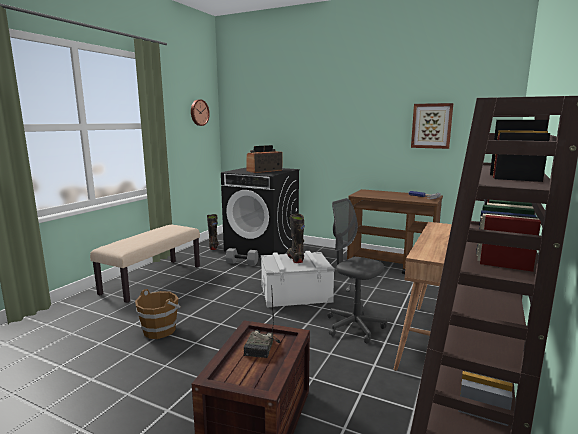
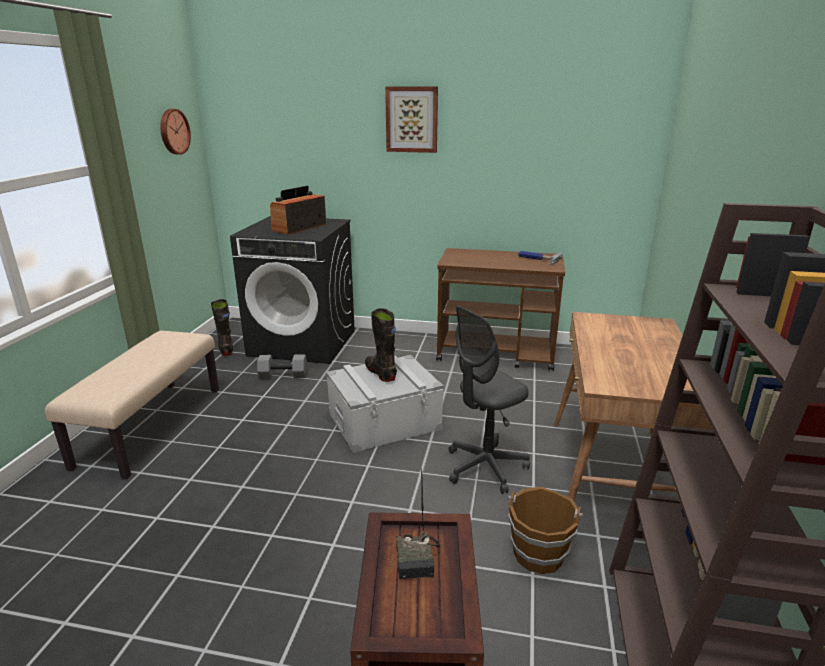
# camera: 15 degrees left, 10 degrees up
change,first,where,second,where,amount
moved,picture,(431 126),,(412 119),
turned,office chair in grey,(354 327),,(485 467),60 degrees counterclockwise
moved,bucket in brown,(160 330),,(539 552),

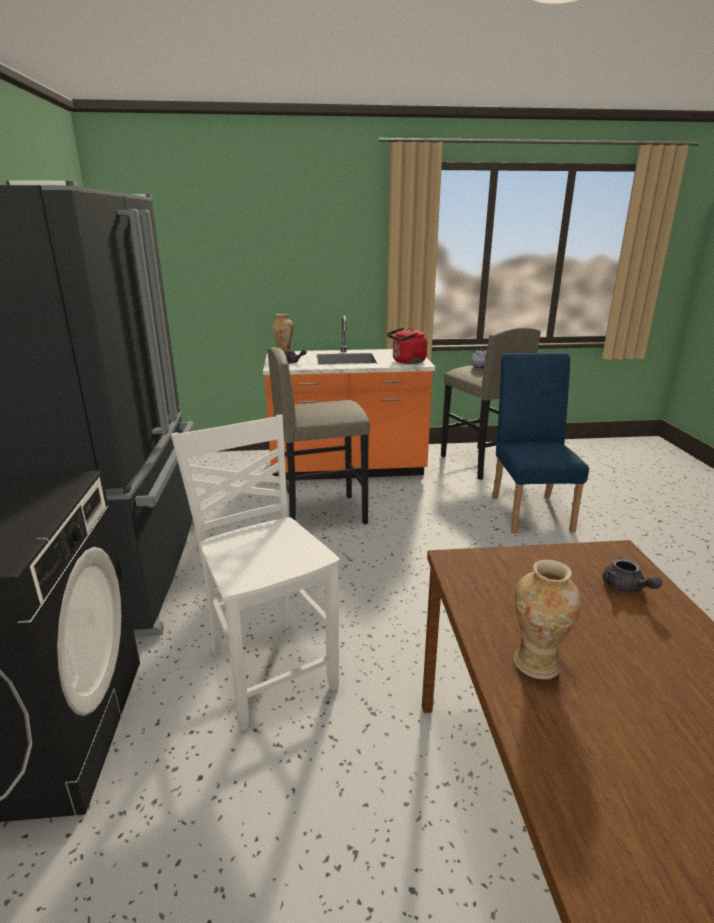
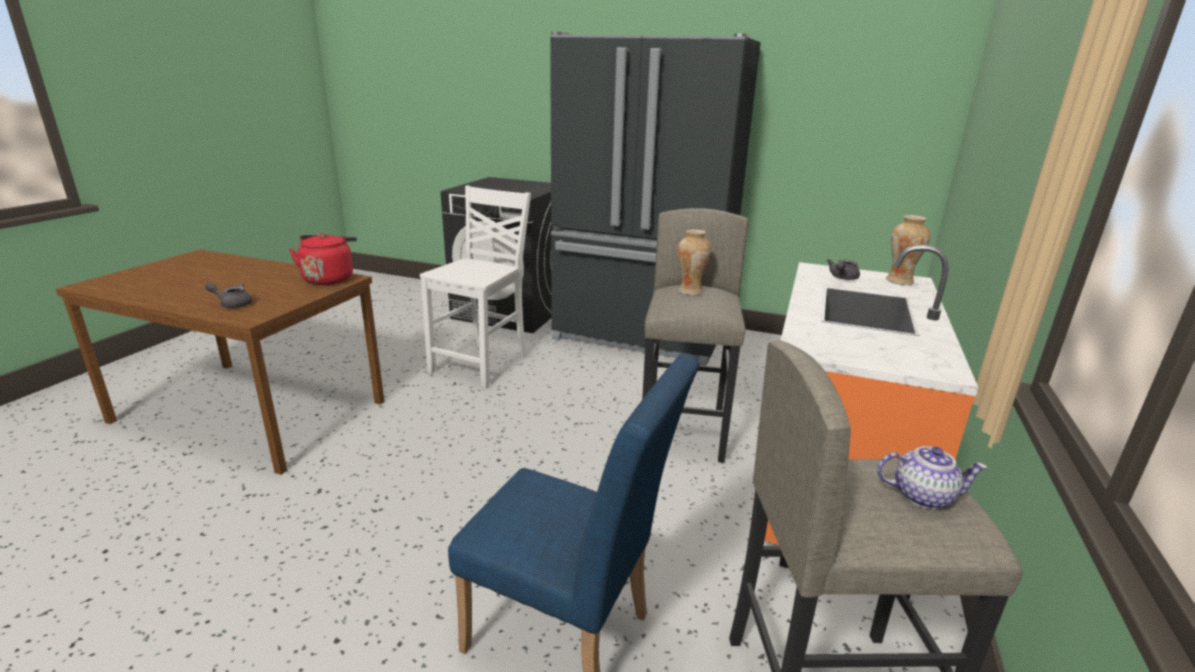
# camera: 115 degrees right, 0 degrees up
change,first,where,second,where,amount
moved,kettle in red,(407 362),,(329 279),
turned,chair in white,(270 668),,(482 364),60 degrees counterclockwise
moved,vase,(536 663),,(690 291),

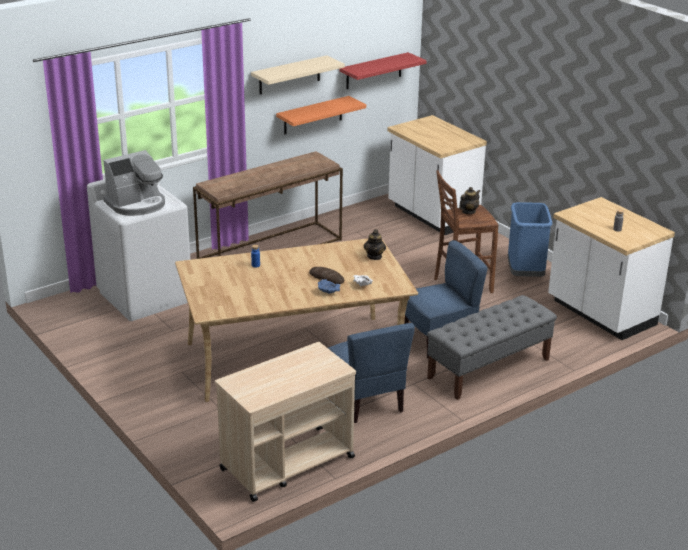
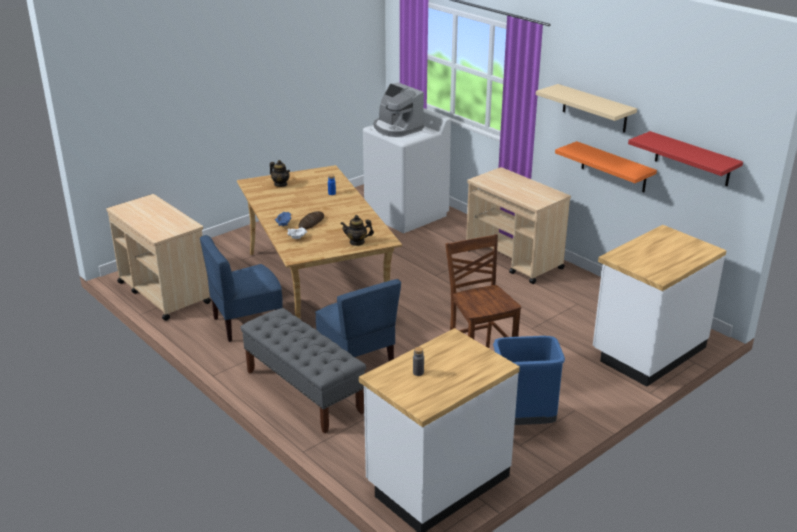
# camera: 85 degrees right, 0 degrees up
change,first,where,second,where,amount
moved,teapot,(468 212),,(280 184),
replaced,console table in brown,(270 249),cart in beige,(514 260),

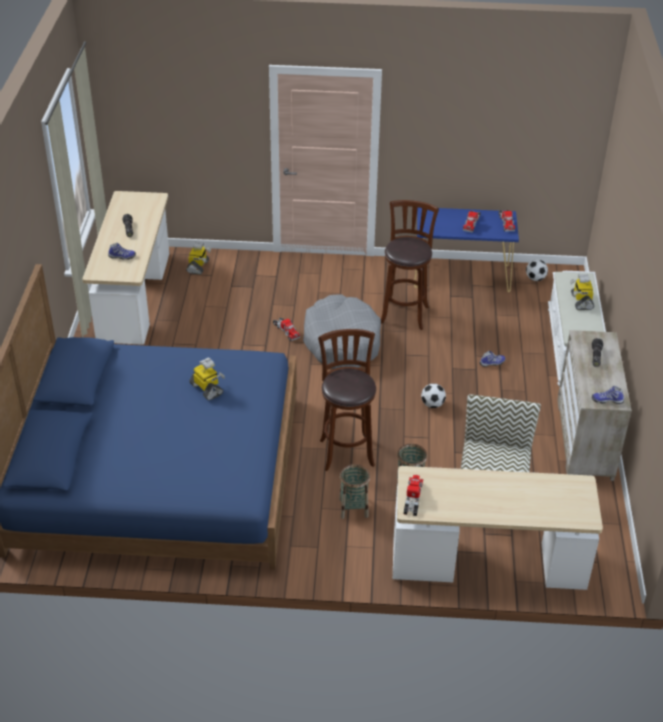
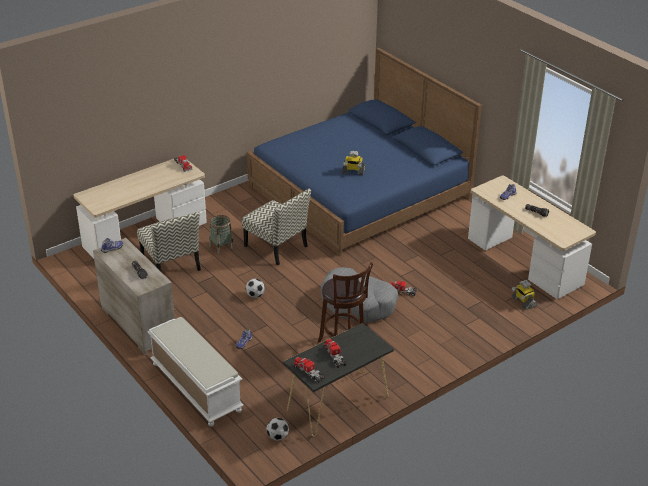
# camera: 140 degrees right, 5 degrees down
change,first,where,second,where,amount
replaced,stool in brown,(346 450),chair,(277 246),
recoloured,console table in blue,(462 276),console table in black,(337 403),
removed,basket,(353 508),,,
removed,toy robot,(581 301),,,

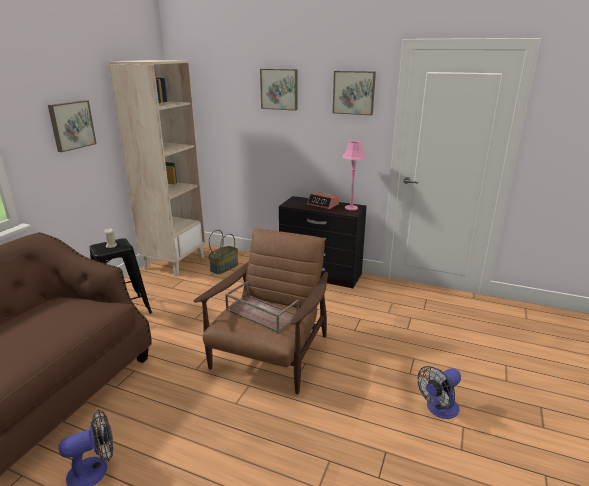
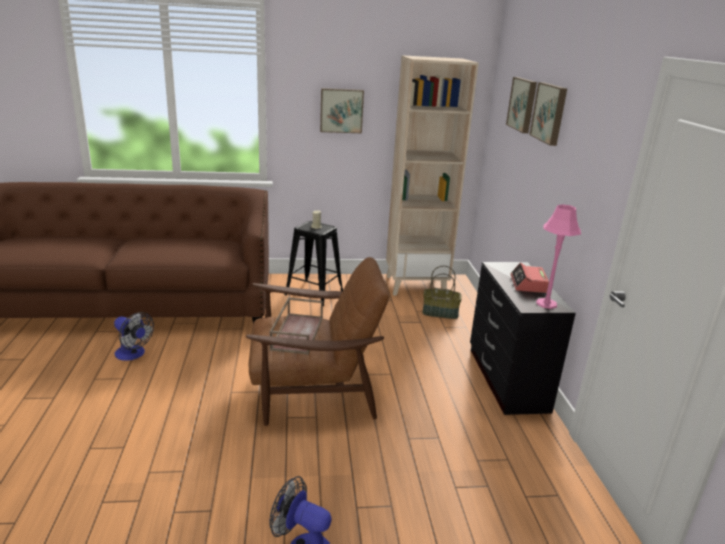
# camera: 60 degrees right, 0 degrees up
change,first,where,second,where,amount
moved,picture,(354 92),,(523 104),

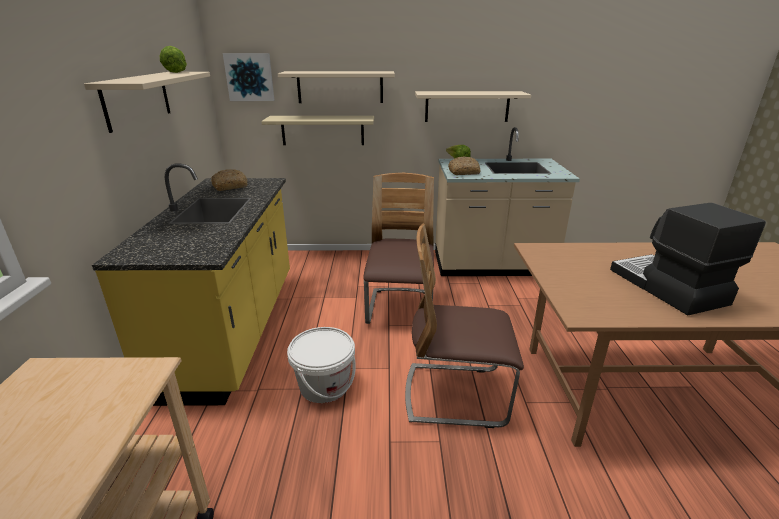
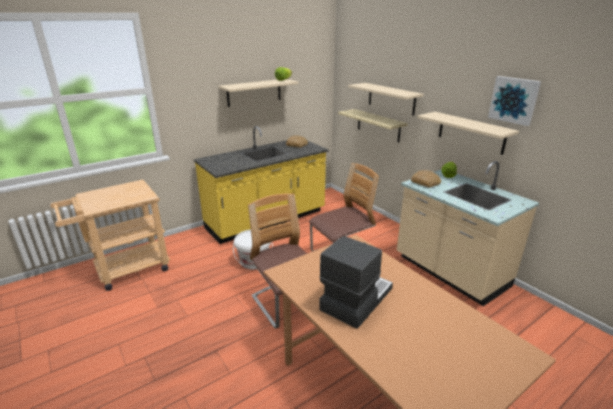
# camera: 55 degrees right, 0 degrees up
change,first,where,second,where,amount
moved,picture,(250 77),,(514 100),

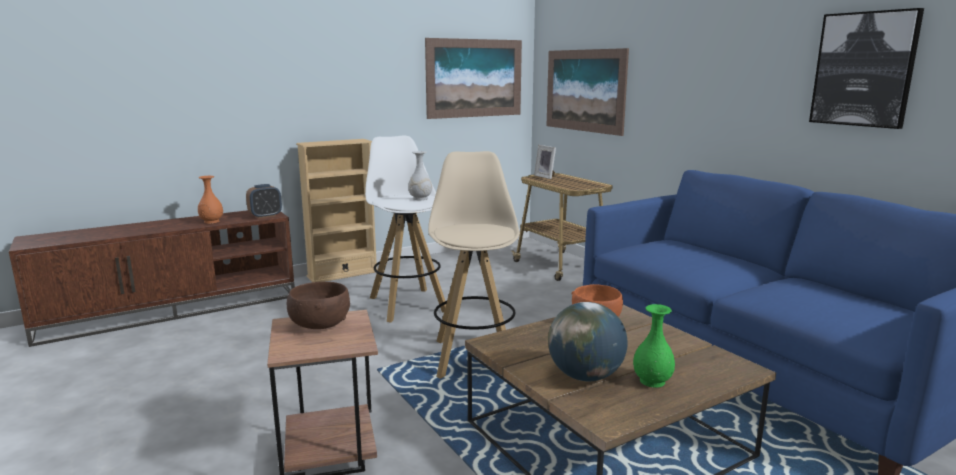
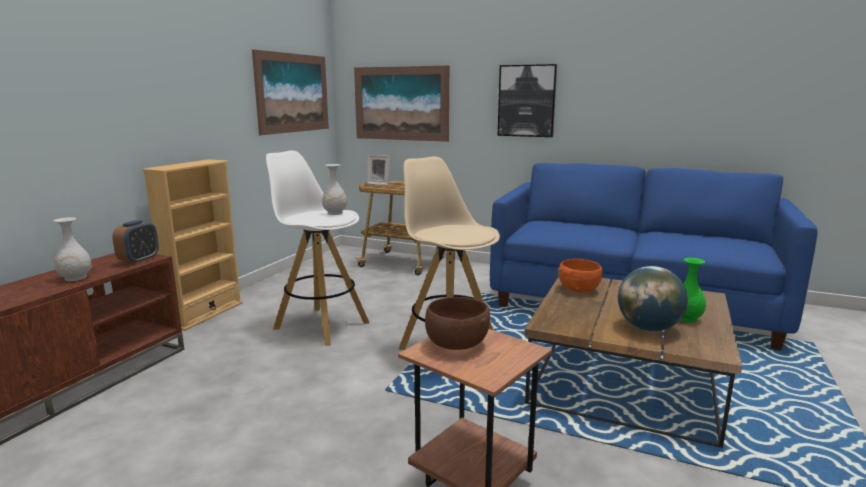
# camera: 35 degrees left, 0 degrees up
change,first,where,second,where,amount
recoloured,vase in orange,(211 221),vase in white,(75 278),
moved,picture,(864 69),,(527 101),

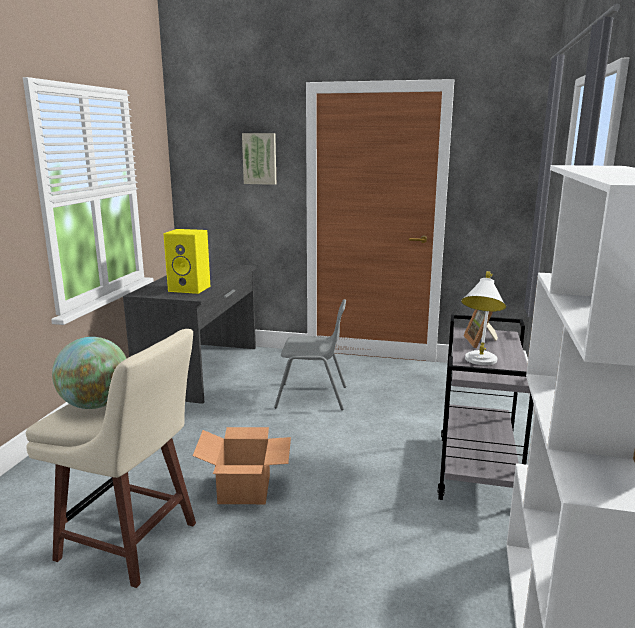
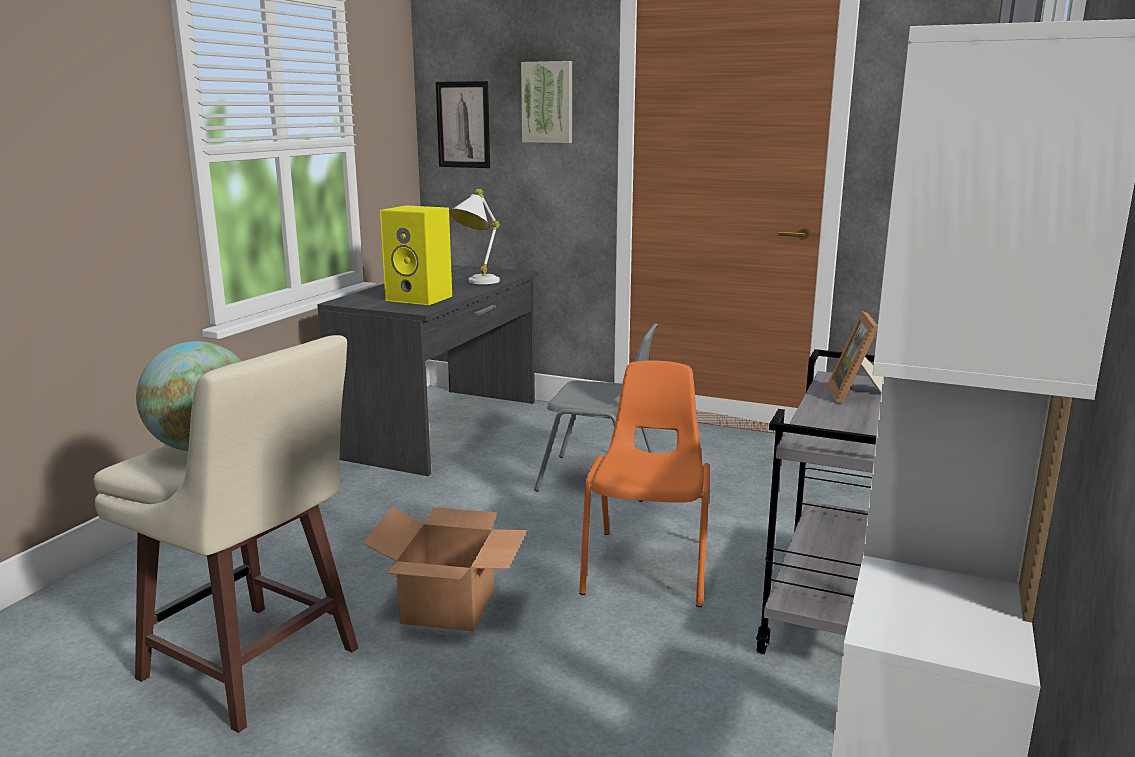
# camera: 10 degrees right, 0 degrees up
change,first,where,second,where,amount
added,,,picture,(463 125),
moved,table lamp in white,(478 363),,(476 283),
added,,,chair in orange,(648 566),

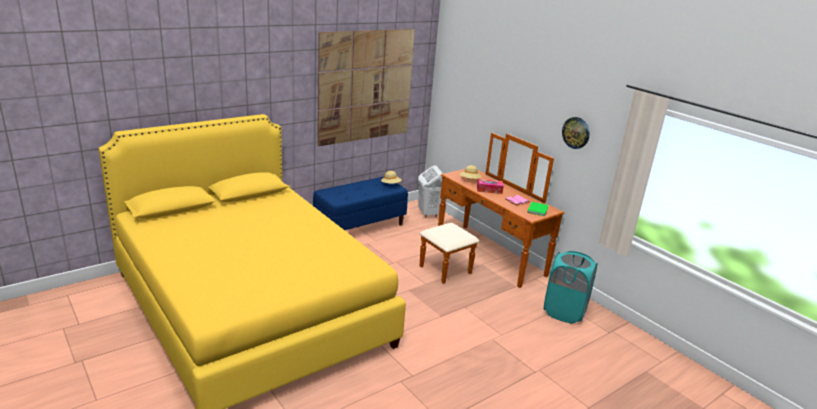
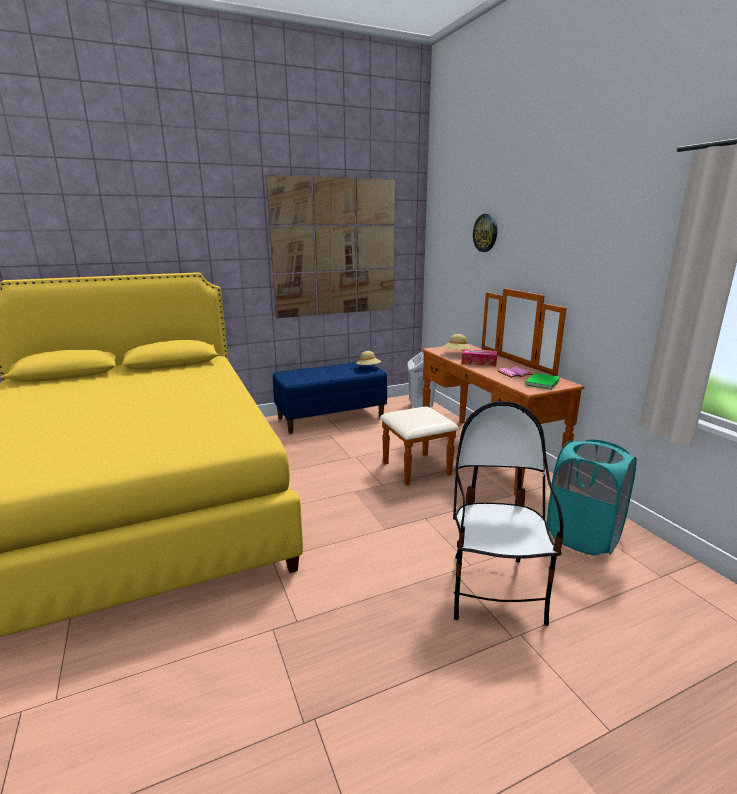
# camera: 15 degrees right, 5 degrees down
change,first,where,second,where,amount
added,,,chair,(494 590),
moved,wall clock,(576 132),,(485 233),

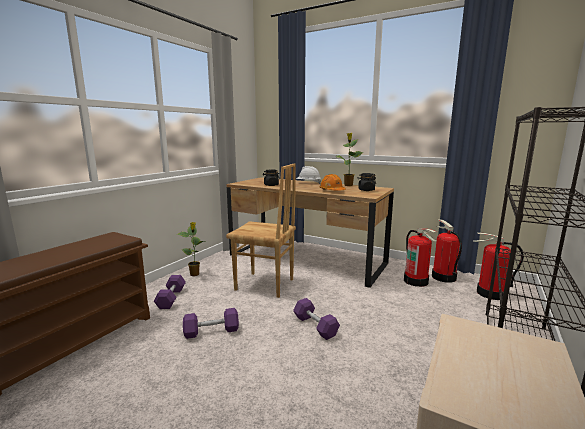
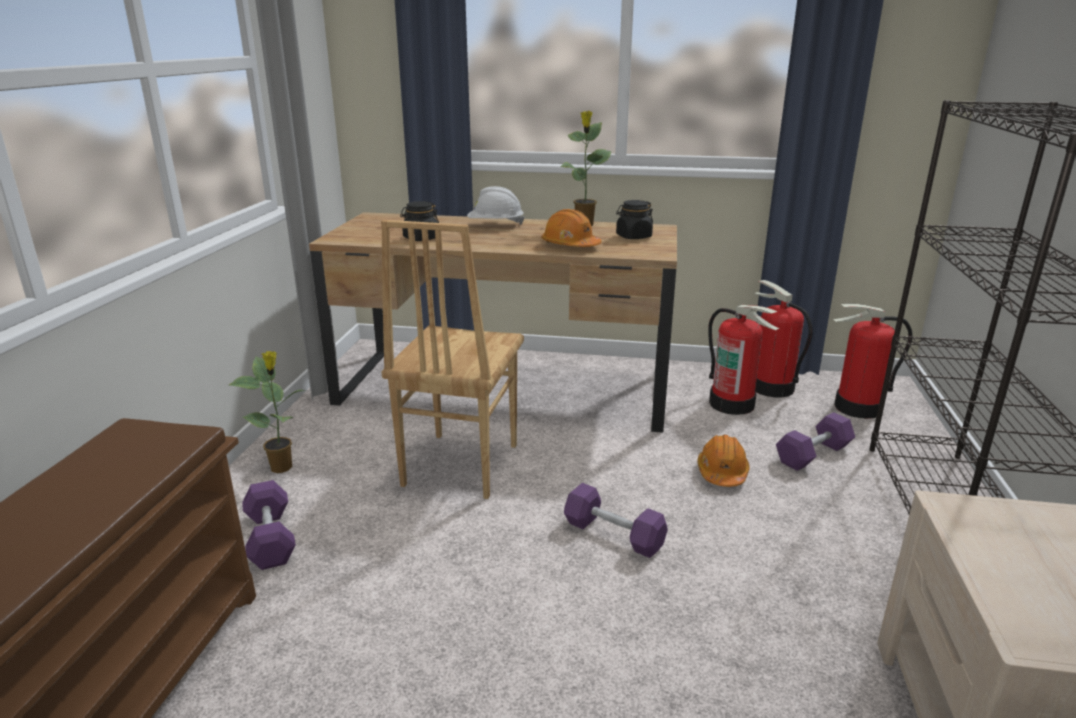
# camera: 20 degrees left, 10 degrees up
change,first,where,second,where,amount
turned,chair in brown,(264 285),,(458 465),105 degrees clockwise
added,,,hard hat in orange,(722 472),
moved,dumbbell in purple,(211 331),,(813 454),

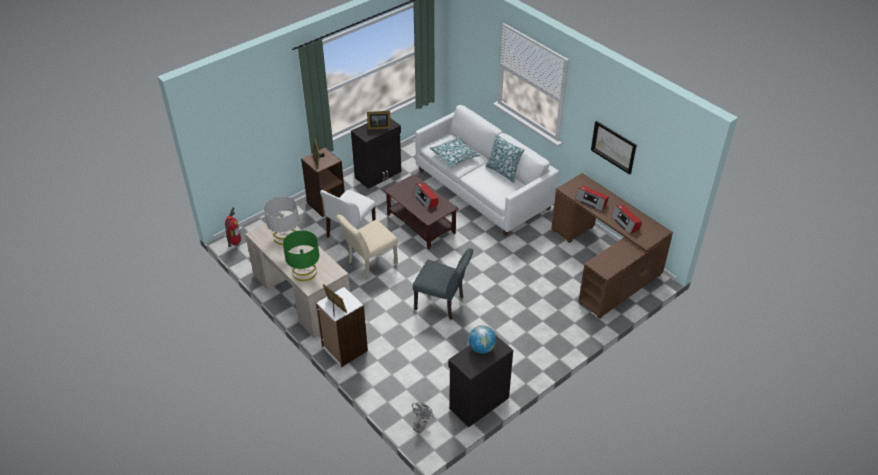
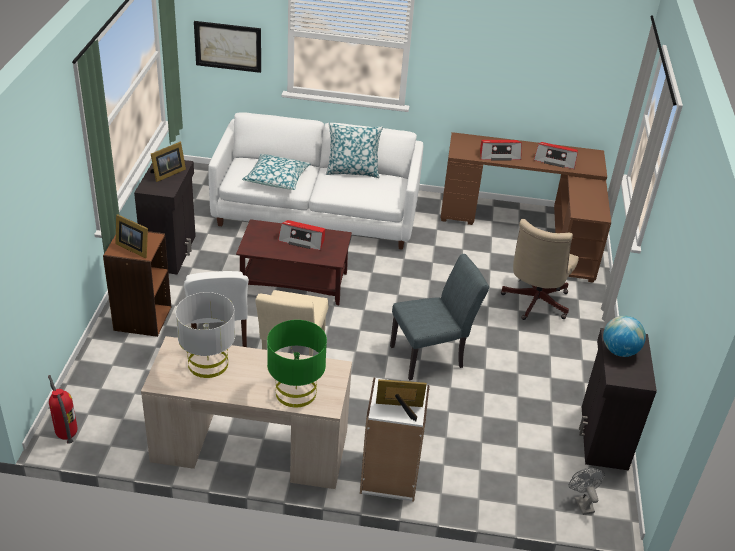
# camera: 45 degrees left, 5 degrees down
change,first,where,second,where,amount
moved,picture,(613 147),,(228 46),
added,,,office chair in beige,(533 303),

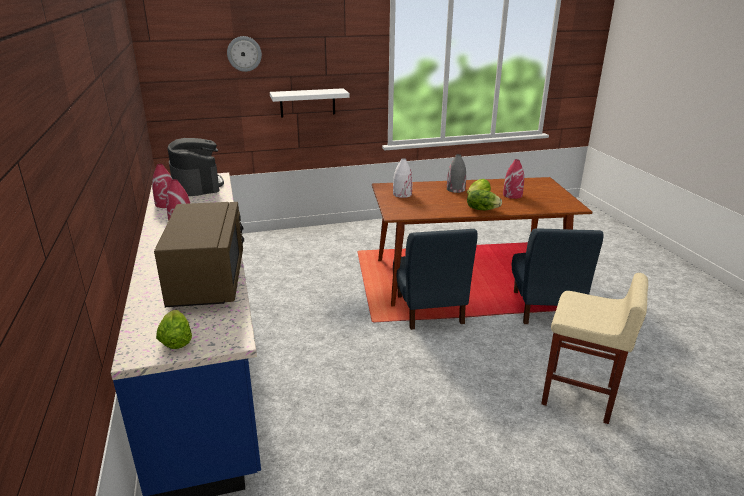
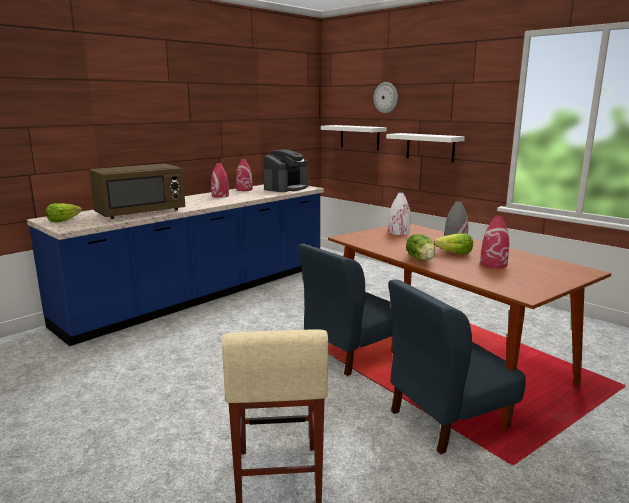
# camera: 60 degrees right, 10 degrees down
change,first,where,second,where,amount
added,,,shelf in white,(359 137),

